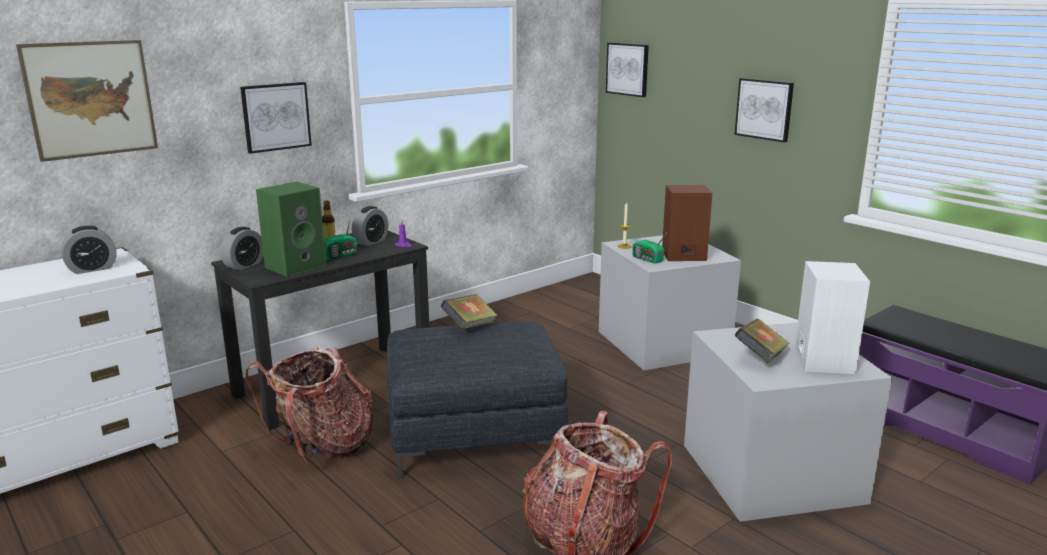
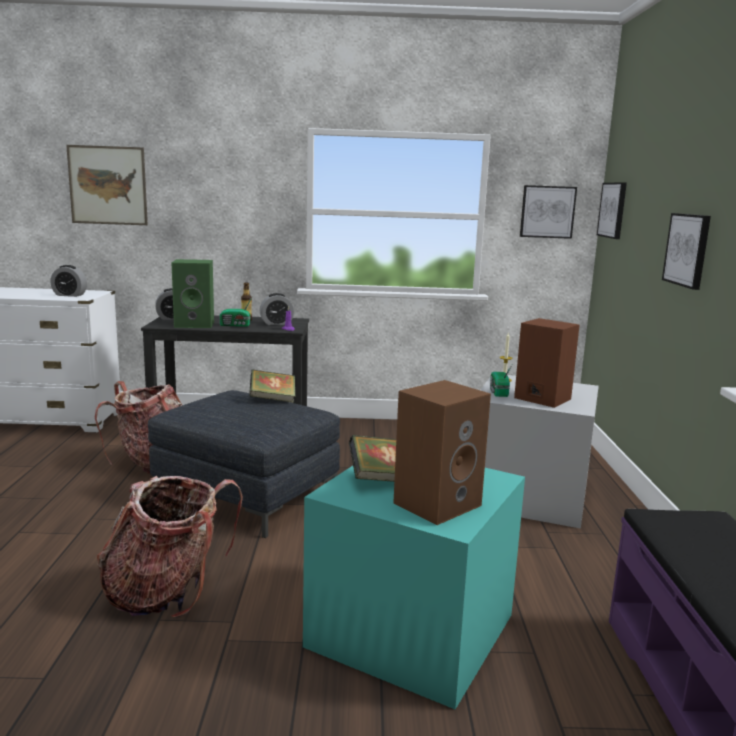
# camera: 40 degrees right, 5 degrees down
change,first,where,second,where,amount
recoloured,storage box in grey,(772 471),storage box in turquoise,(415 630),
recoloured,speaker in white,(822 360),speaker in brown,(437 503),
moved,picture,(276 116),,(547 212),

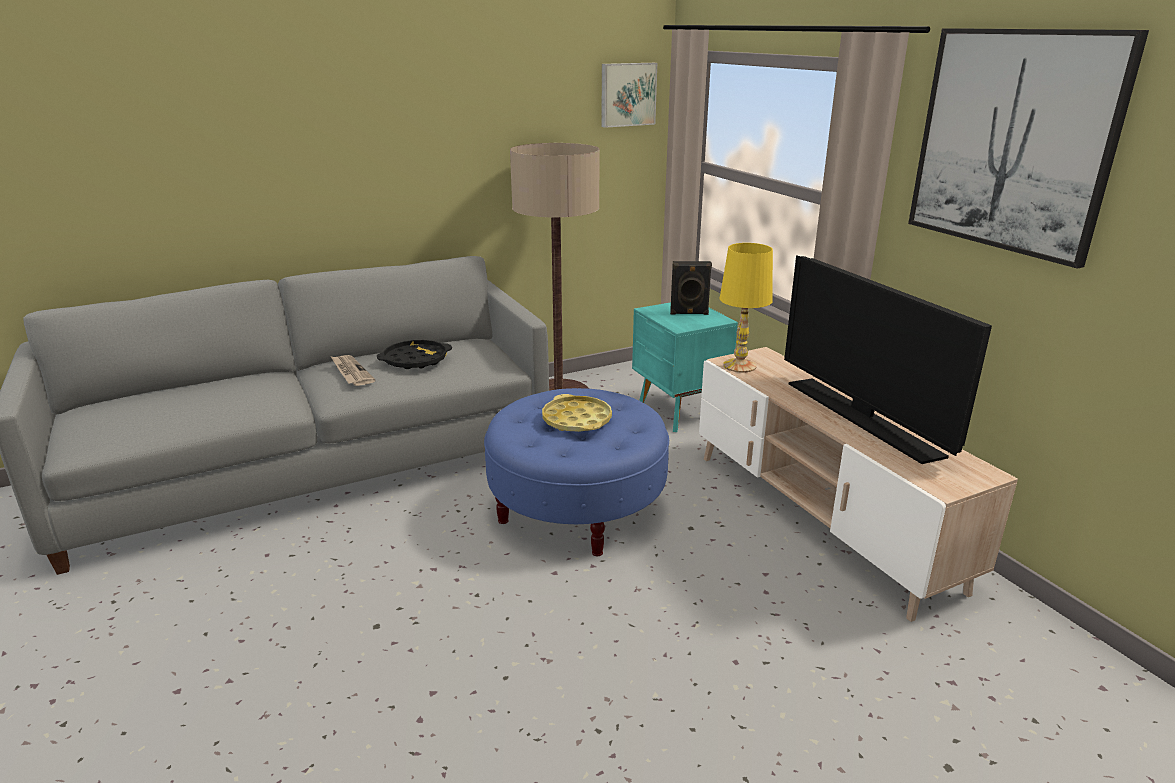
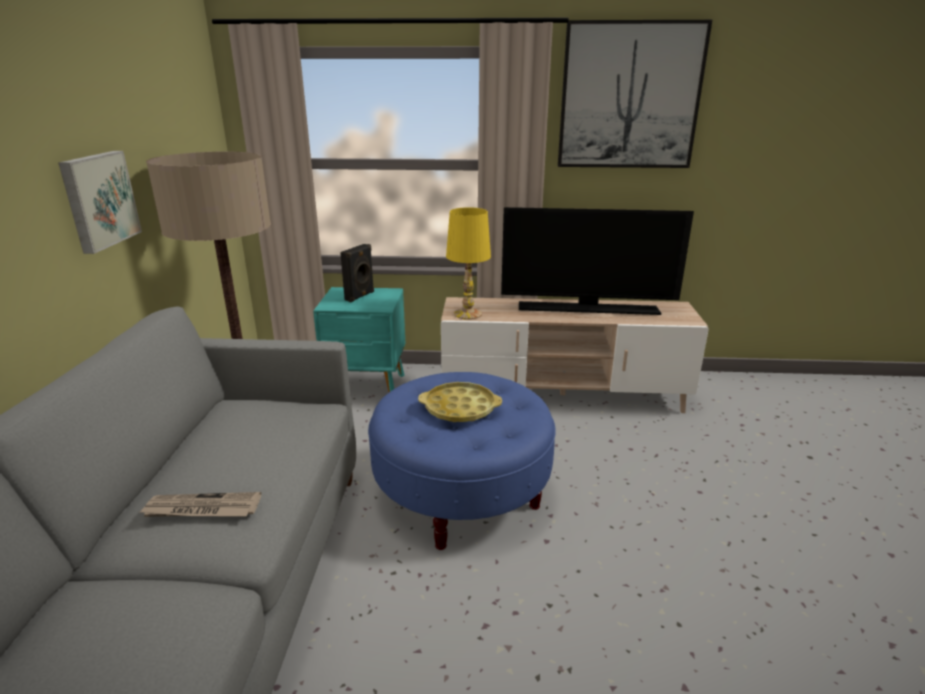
# camera: 60 degrees left, 0 degrees up
change,first,where,second,where,amount
moved,picture,(627 94),,(98 200),
removed,tray in black,(415 360),,,

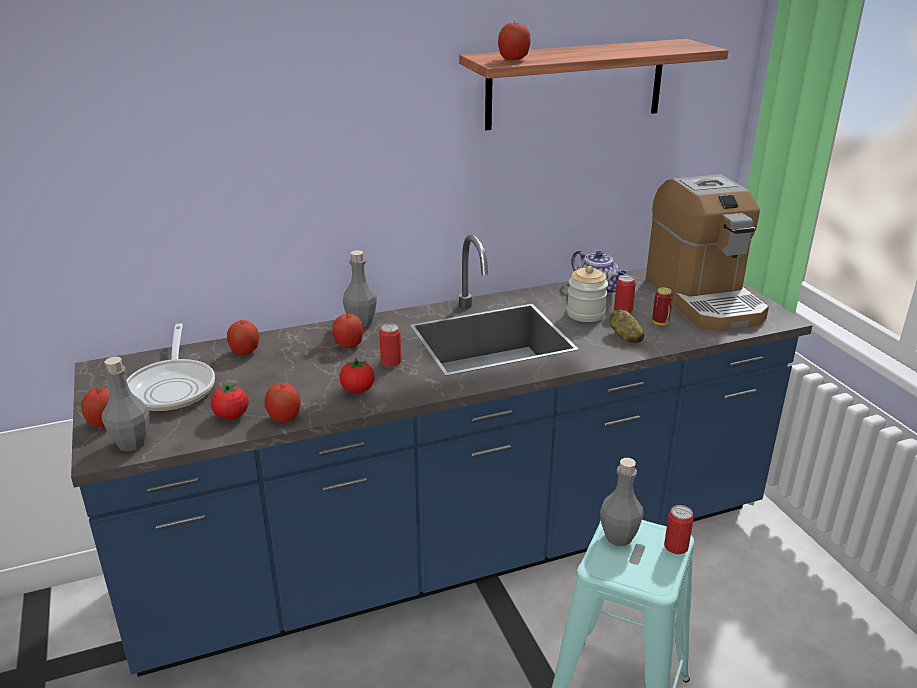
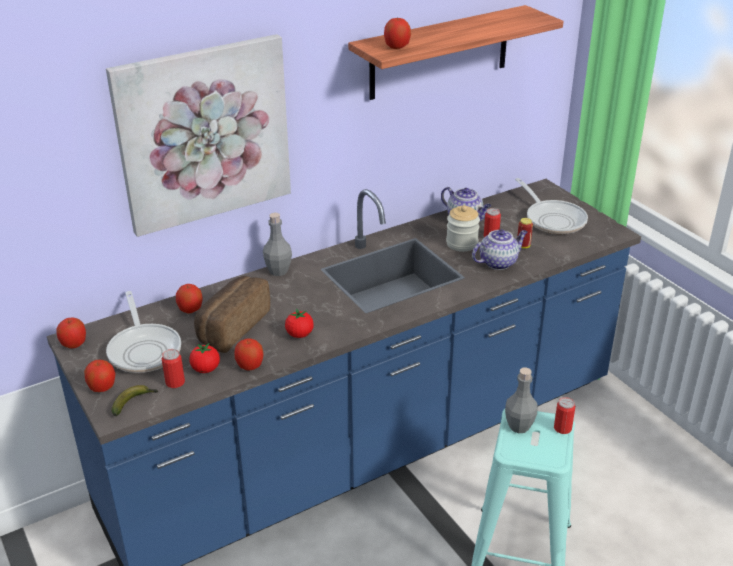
# camera: 10 degrees left, 5 degrees up
change,first,where,second,where,amount
moved,apple,(349 345),,(74 344),
added,,,picture,(203 133),
replaced,bottle in grey,(131 443),banana,(134 403),
moved,can,(391 362),,(175 382),
added,,,bread,(231 327),
replaced,potato,(625 337),teapot,(498 262),
replaced,coffee machine,(703 298),frying pan,(553 219),

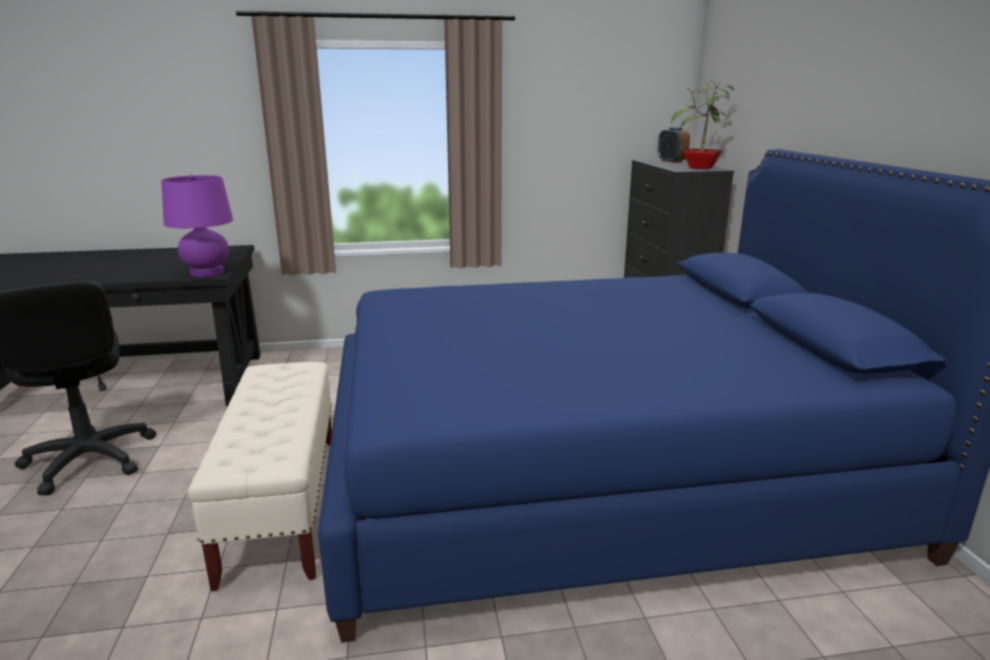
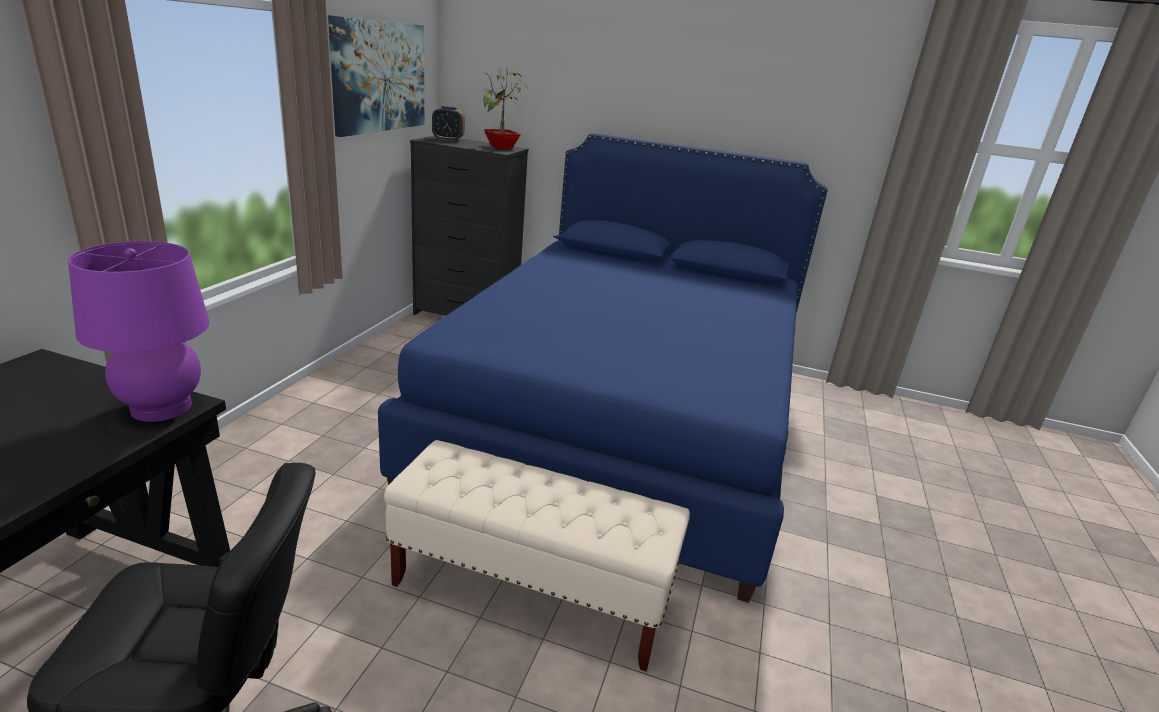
# camera: 65 degrees left, 5 degrees up
change,first,where,second,where,amount
added,,,picture,(379 76),

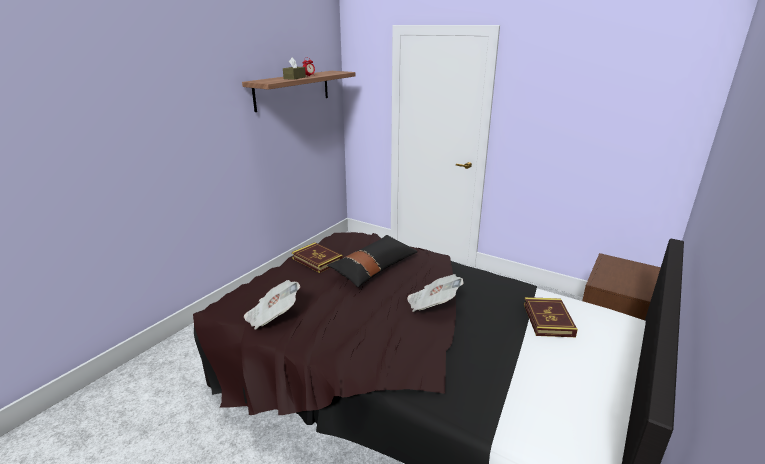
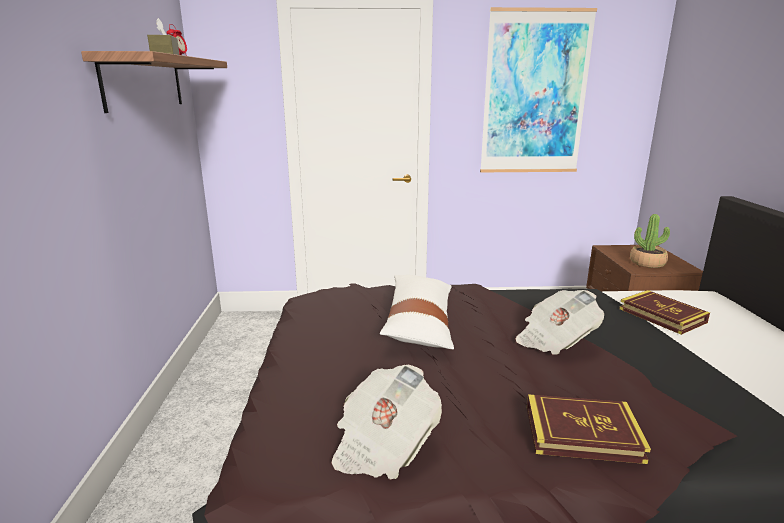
# camera: 35 degrees left, 5 degrees down
change,first,where,second,where,amount
recoloured,pillow in black,(374 268),pillow in white,(419 322),
added,,,picture,(534 94),
moved,book,(317 260),,(582 433),
added,,,potted plant,(647 263),

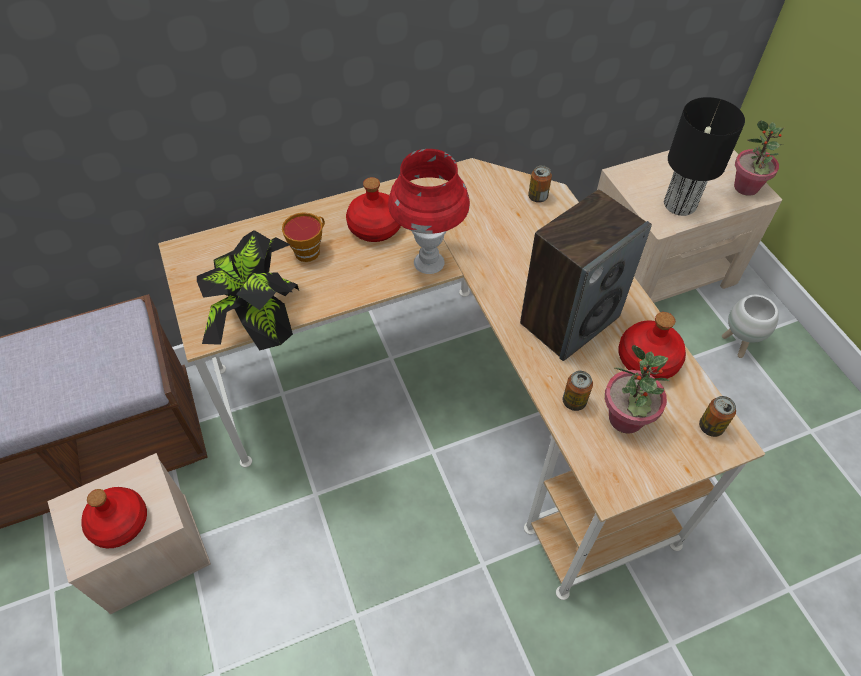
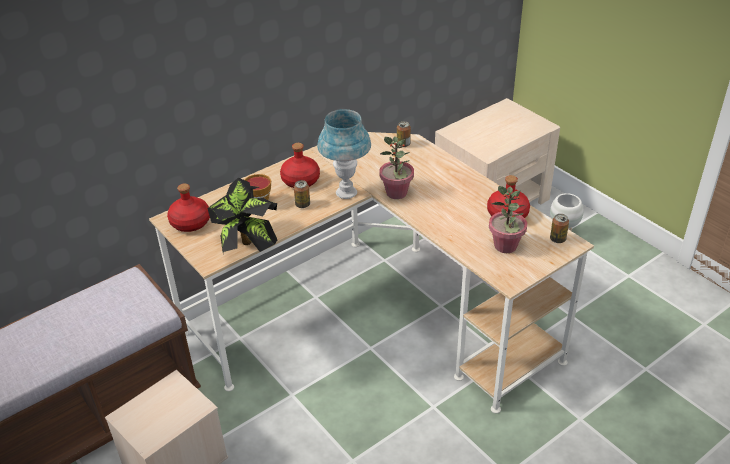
# camera: 15 degrees left, 15 degrees down
change,first,where,second,where,amount
moved,bottle in red,(120 522),,(191 222),
moved,can,(574 401),,(302 205),
recoloured,table lamp in red,(428 263),table lamp in blue,(346 193),
moved,potted plant,(746 187),,(396 193),
removed,speaker,(569 319),,,
removed,table lamp in black,(679 205),,,

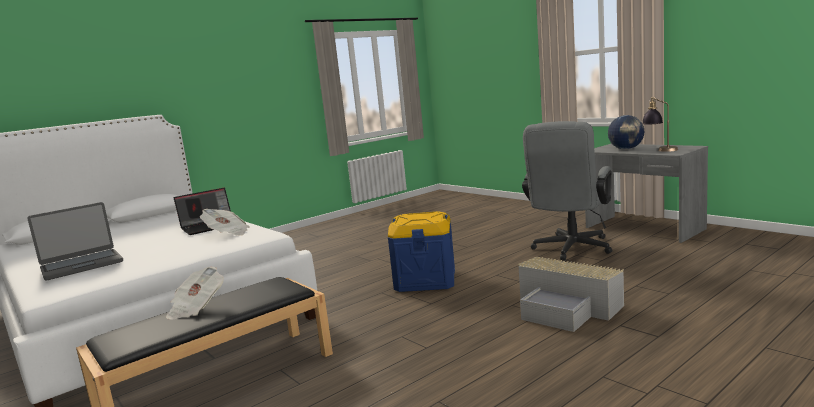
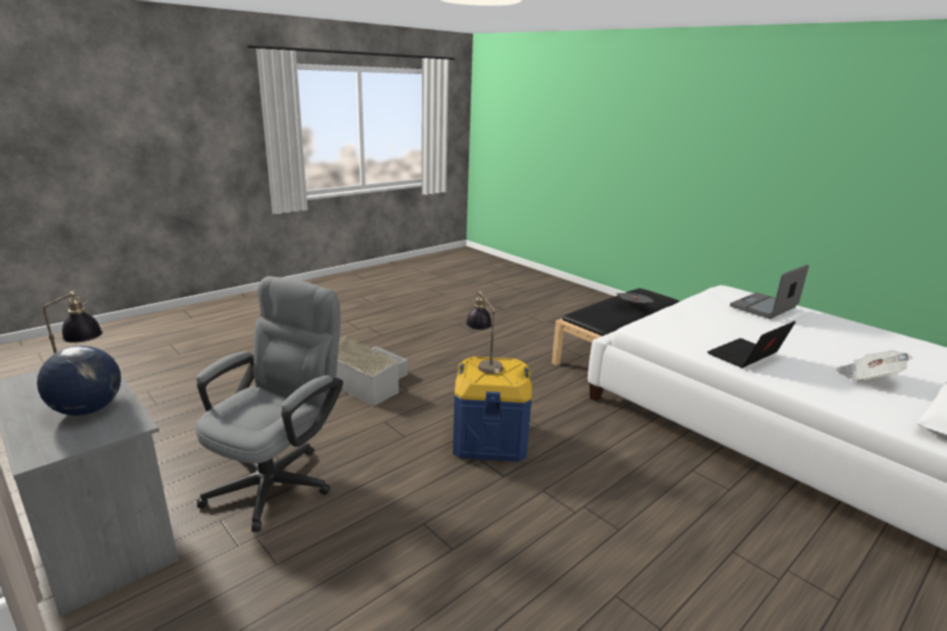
# camera: 175 degrees right, 10 degrees up
change,first,where,second,where,amount
added,,,table lamp,(483 363),
moved,newspaper,(227 234),,(867 378),

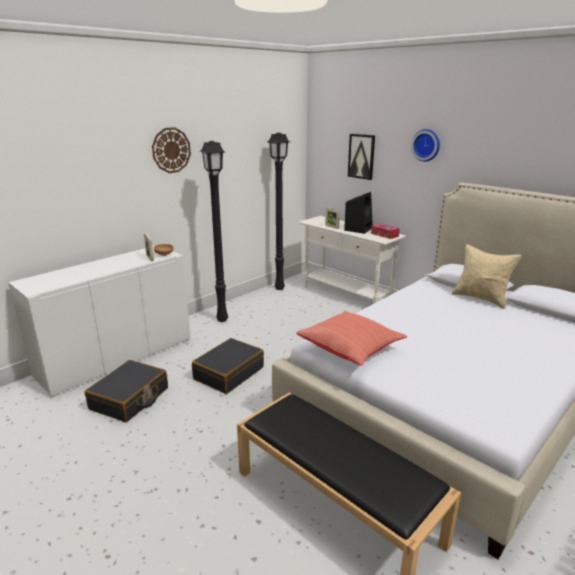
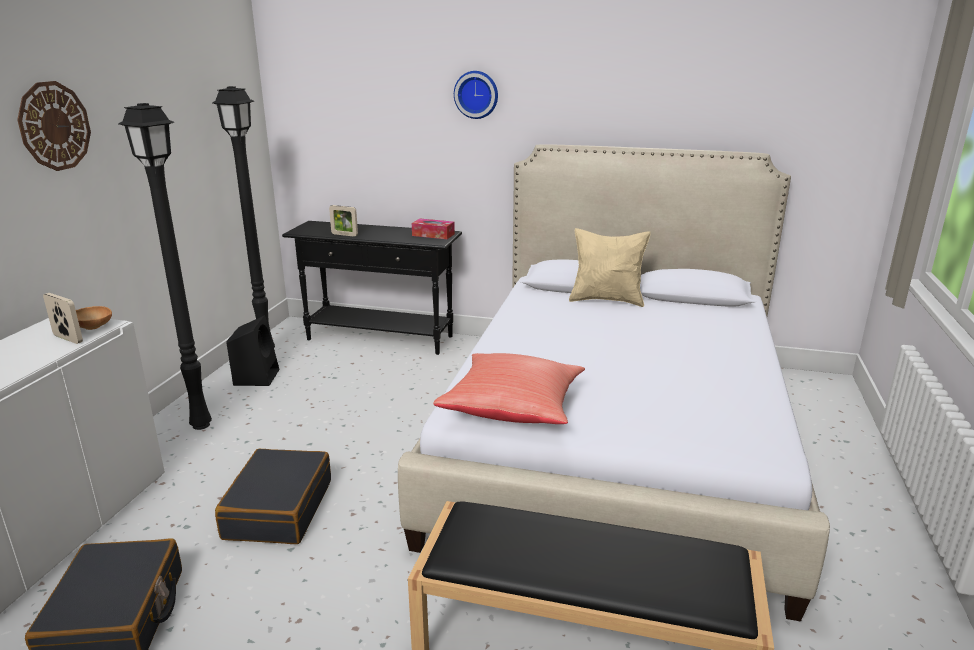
# camera: 30 degrees left, 0 degrees up
change,first,where,second,where,amount
moved,speaker in black,(358 229),,(256 377),
recoloured,console table in white,(346 295),console table in black,(380 338),
removed,picture,(361 156),,,

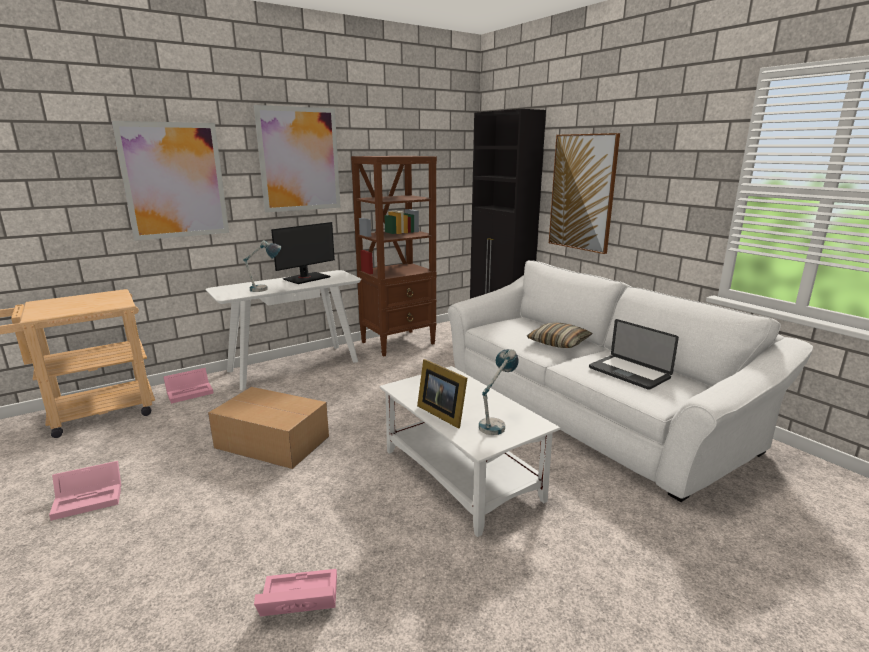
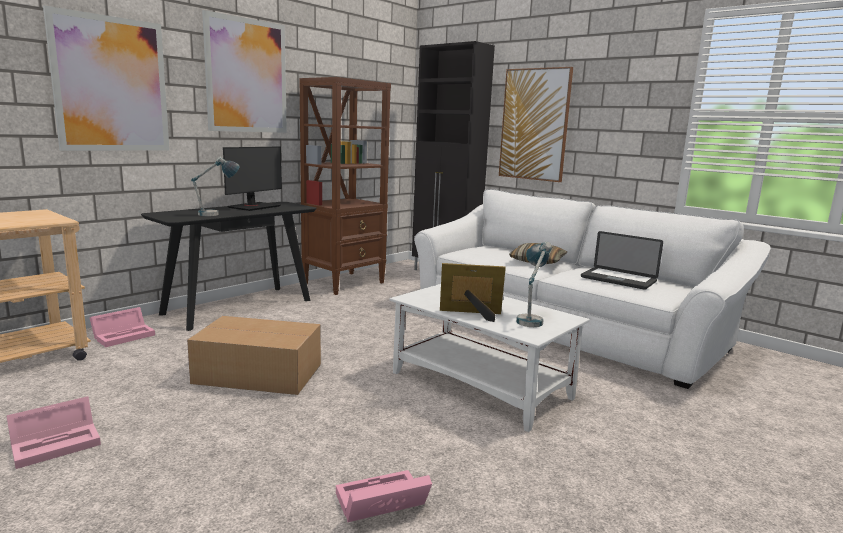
# camera: 15 degrees left, 5 degrees down
change,first,where,second,where,amount
recoloured,console table in white,(294 366),console table in black,(238 307),
turned,picture frame,(442 413),,(472 314),150 degrees clockwise

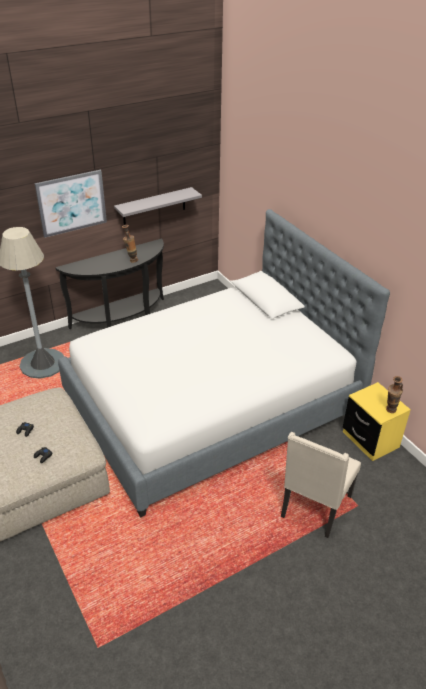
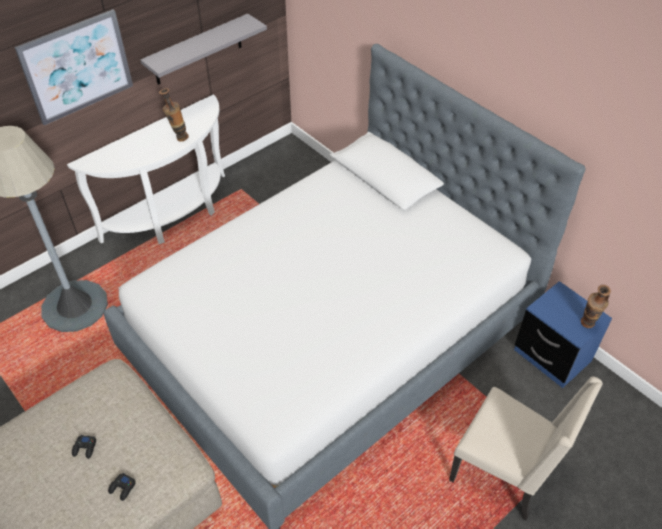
# camera: 10 degrees left, 10 degrees up
change,first,where,second,where,amount
recoloured,console table in black,(122 319),console table in white,(174 216),
turned,chair in beige,(314 507),,(504 473),75 degrees counterclockwise
recoloured,nightstand in yellow,(370 440),nightstand in blue,(552 355),

